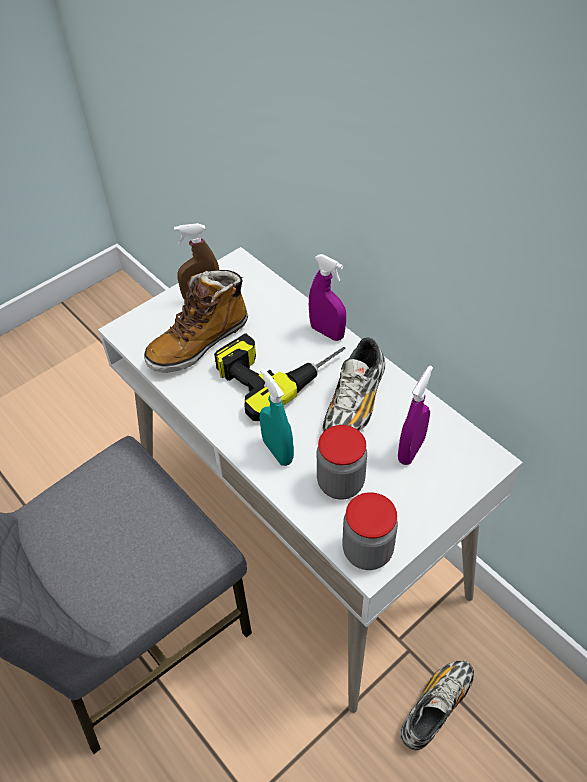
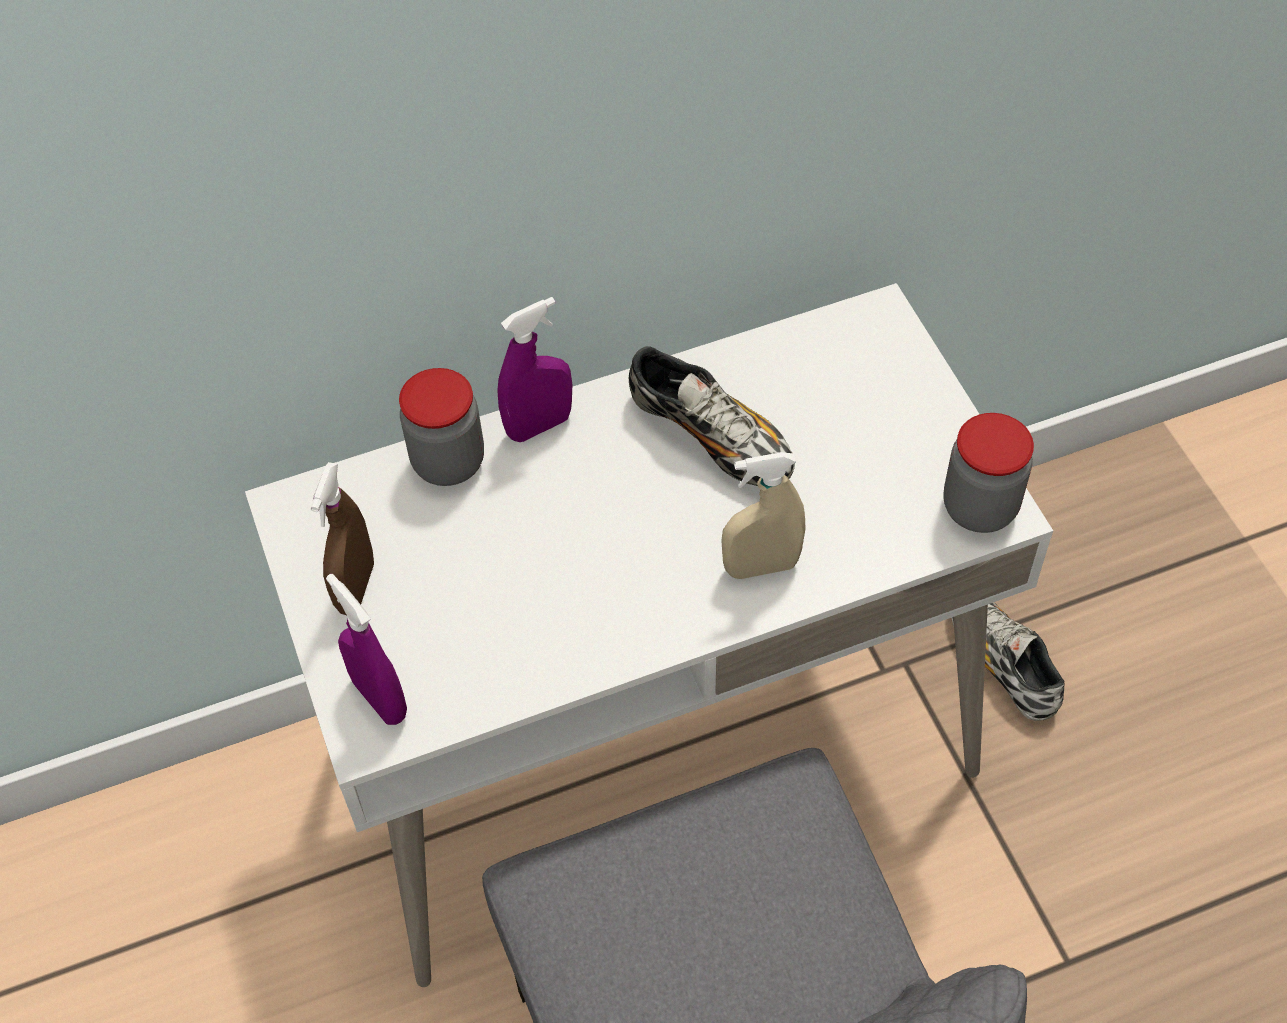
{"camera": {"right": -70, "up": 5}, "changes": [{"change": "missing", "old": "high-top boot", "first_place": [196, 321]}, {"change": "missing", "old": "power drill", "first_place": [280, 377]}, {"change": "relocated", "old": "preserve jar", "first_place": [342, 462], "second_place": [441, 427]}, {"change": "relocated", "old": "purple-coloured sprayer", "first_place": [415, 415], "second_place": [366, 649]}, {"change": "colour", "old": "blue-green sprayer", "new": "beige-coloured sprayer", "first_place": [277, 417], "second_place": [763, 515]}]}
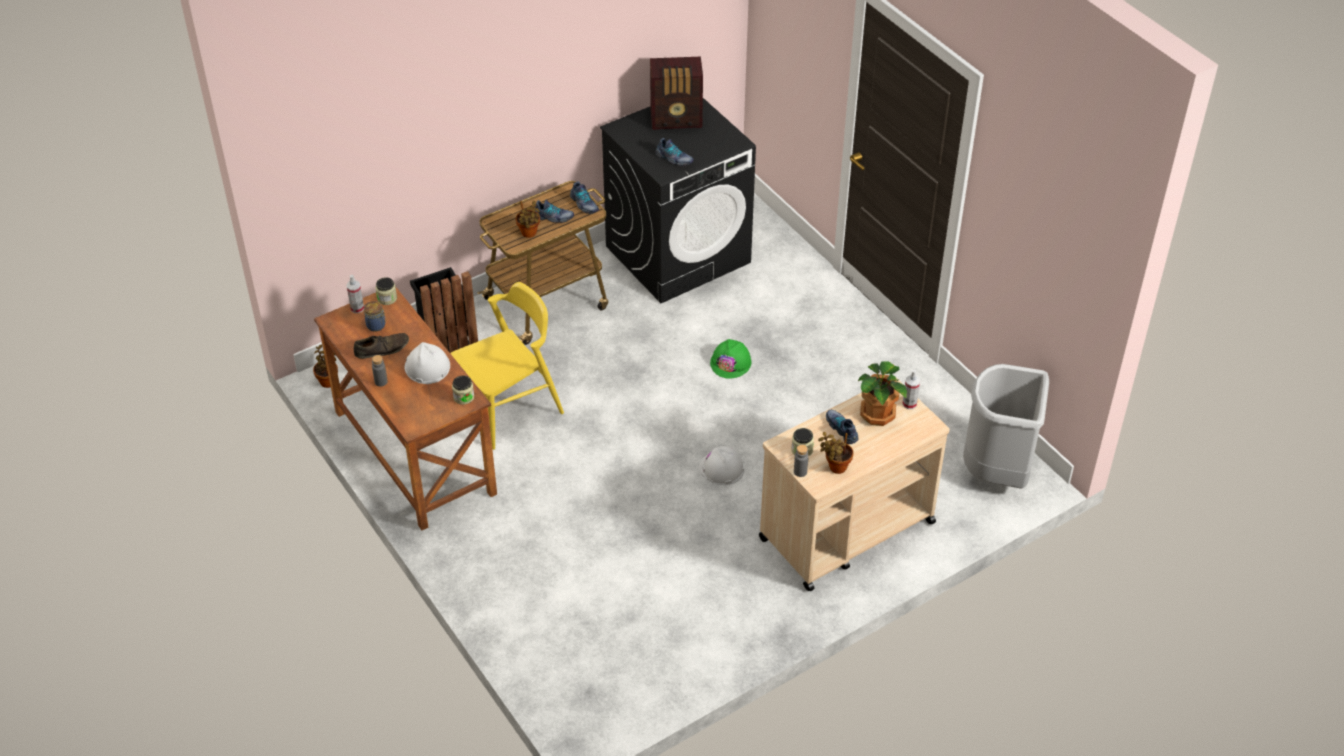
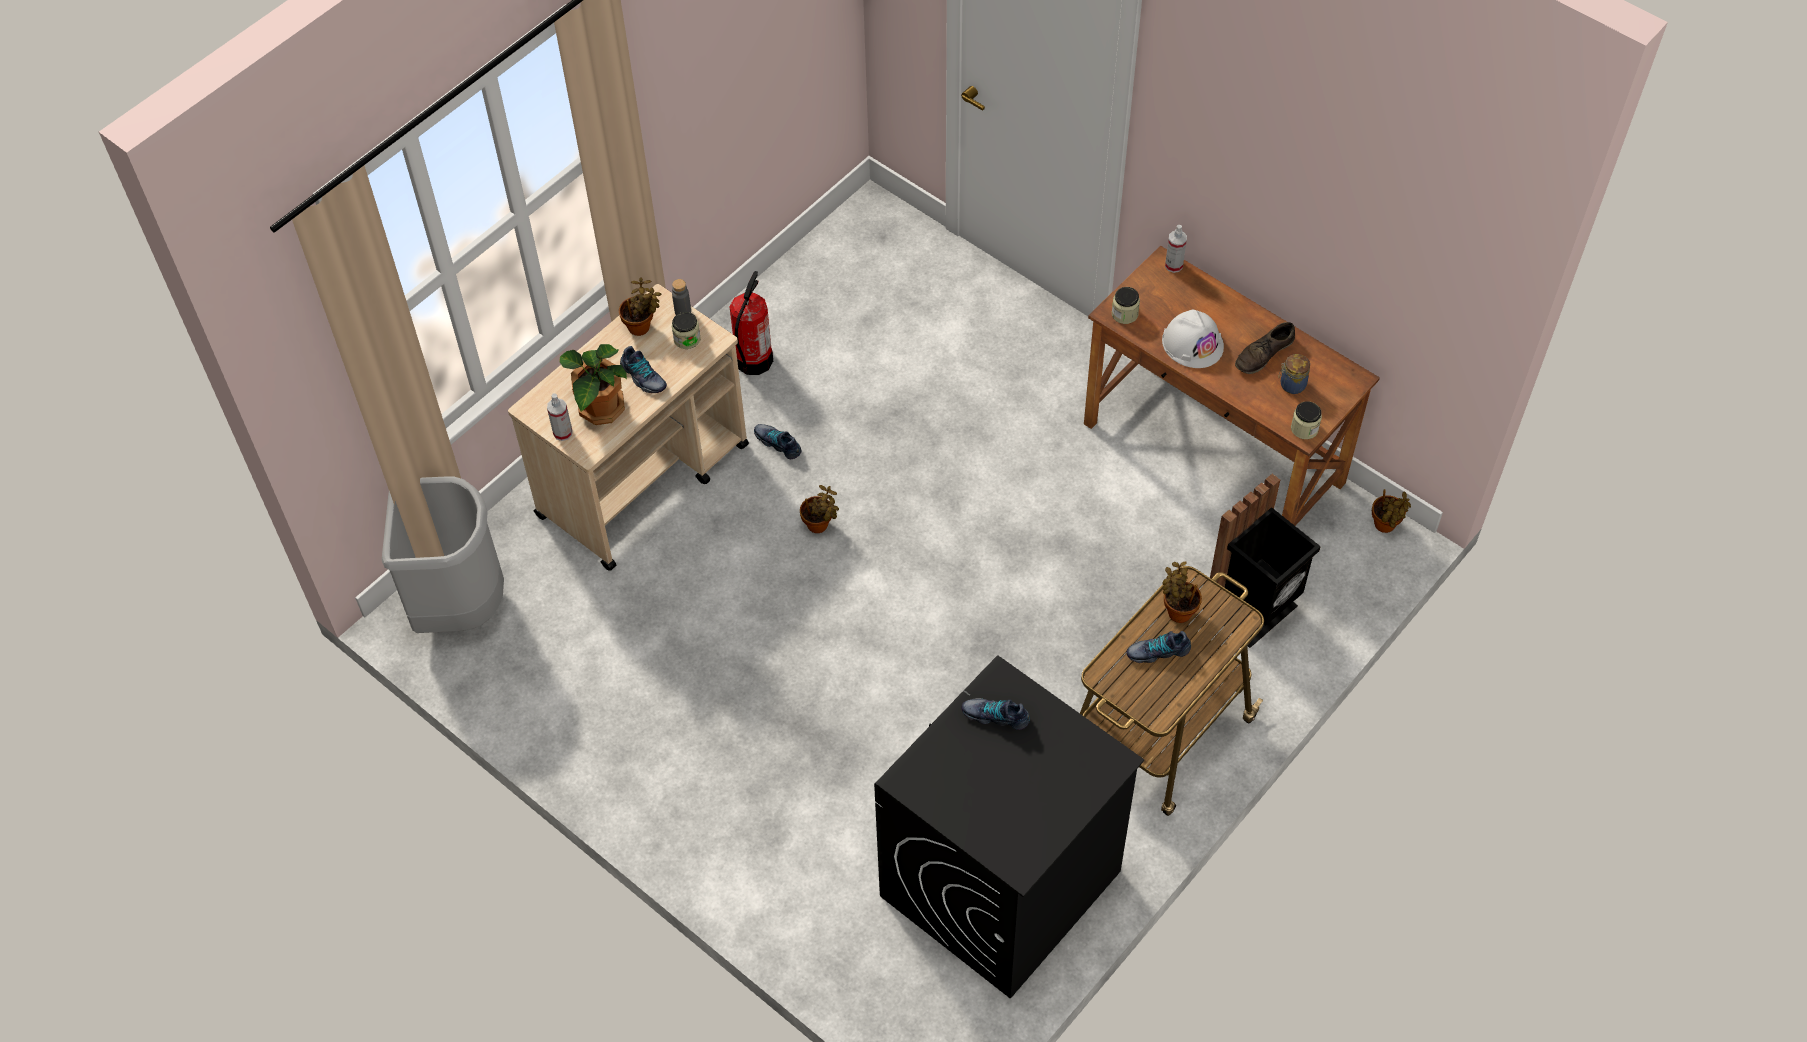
{"camera": {"right": 165, "up": 10}, "changes": [{"change": "missing", "old": "gray drink bottle", "first_place": [380, 371]}, {"change": "missing", "old": "yellow plain chair", "first_place": [507, 366]}, {"change": "missing", "old": "radio set", "first_place": [676, 93]}, {"change": "missing", "old": "greenish safety helmet", "first_place": [730, 359]}, {"change": "appeared", "new": "extinguisher", "second_place": [751, 323]}, {"change": "relocated", "old": "sprayer", "first_place": [355, 294], "second_place": [1176, 249]}, {"change": "relocated", "old": "item of footwear", "first_place": [584, 198], "second_place": [778, 441]}, {"change": "exchanged", "old": "white safety helmet", "new": "houseplant", "first_place": [721, 466], "second_place": [819, 509]}]}
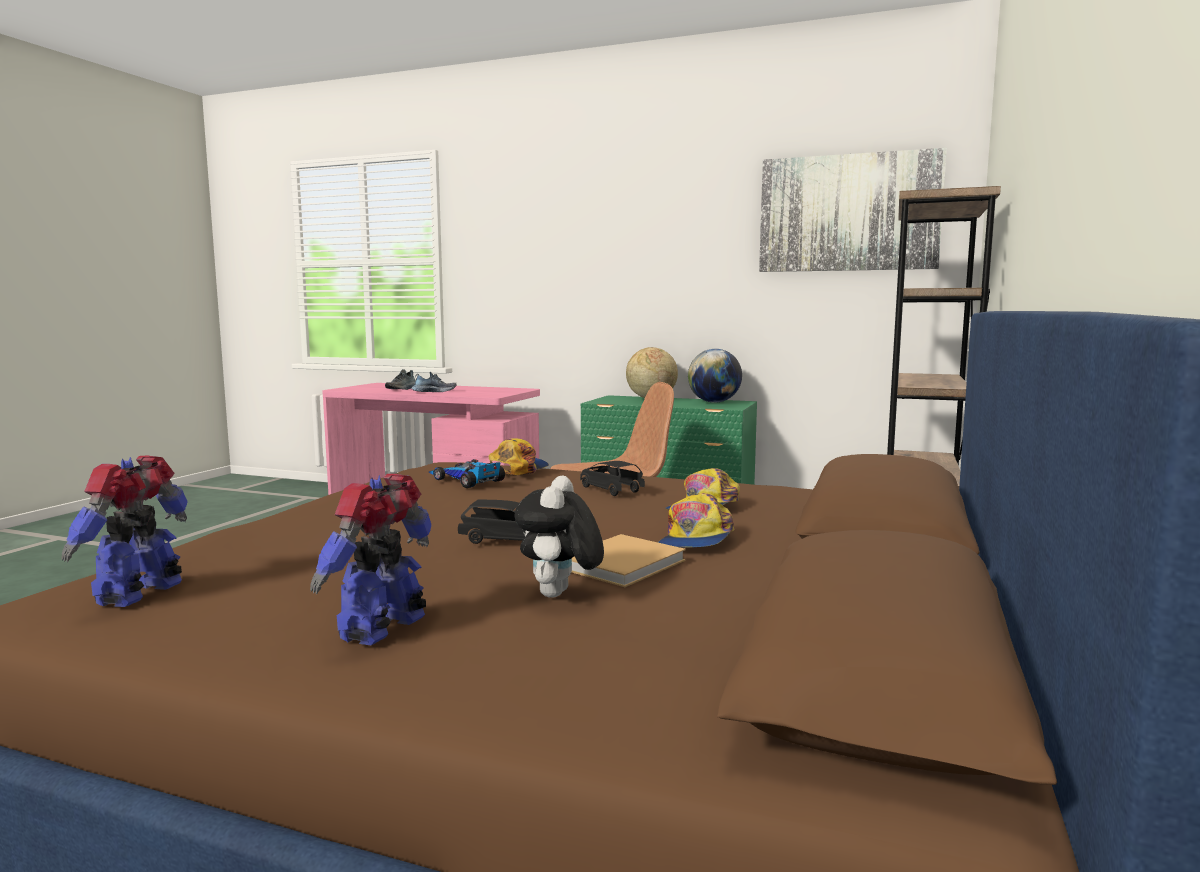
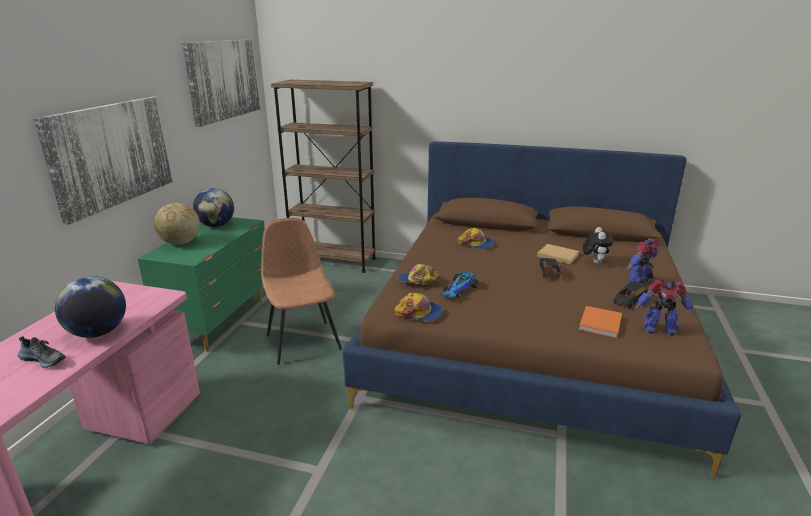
{"camera": {"right": -95, "up": 15}, "changes": [{"change": "appeared", "new": "wall picture", "second_place": [103, 161]}, {"change": "appeared", "new": "orangey book", "second_place": [600, 322]}, {"change": "relocated", "old": "blackish toy car", "first_place": [612, 478], "second_place": [630, 295]}, {"change": "relocated", "old": "cap", "first_place": [696, 520], "second_place": [419, 307]}, {"change": "exchanged", "old": "item of footwear", "new": "desk globe", "first_place": [434, 382], "second_place": [90, 307]}, {"change": "spun", "old": "model robot", "first_place": [370, 559], "second_place": [642, 261], "degrees": 120}, {"change": "spun", "old": "cuddly toy", "first_place": [559, 536], "second_place": [598, 245], "degrees": -90}]}
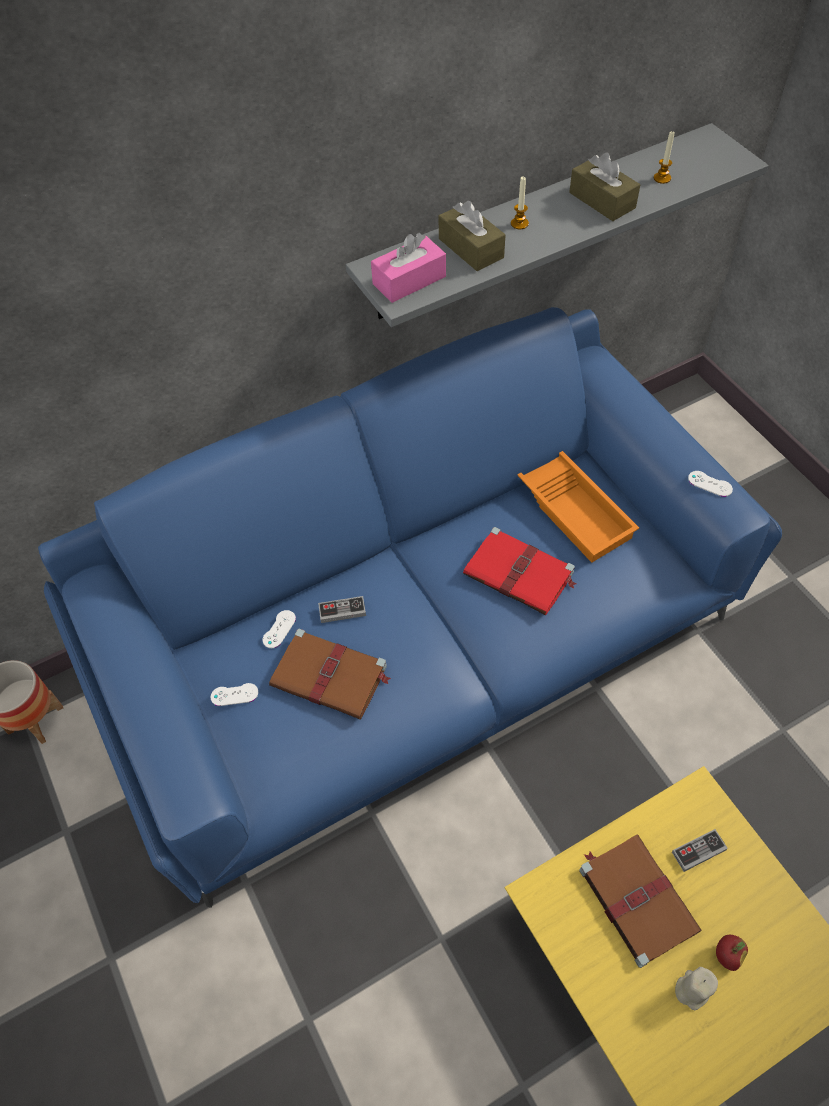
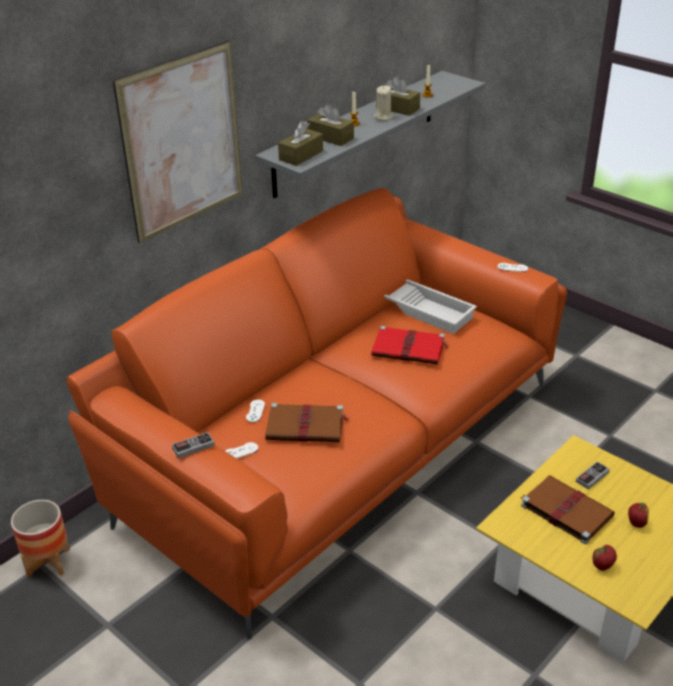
{"camera": {"right": -20, "up": -20}, "changes": [{"change": "appeared", "new": "wall picture", "second_place": [178, 142]}, {"change": "appeared", "new": "apple", "second_place": [605, 558]}, {"change": "relocated", "old": "gamepad", "first_place": [342, 609], "second_place": [193, 445]}, {"change": "relocated", "old": "beige-coloured wax light", "first_place": [696, 988], "second_place": [383, 103]}, {"change": "colour", "old": "bluish sofa", "new": "orangey sofa", "first_place": [410, 607], "second_place": [316, 413]}, {"change": "colour", "old": "pinkish box of tissues", "new": "brownish box of tissues", "first_place": [408, 268], "second_place": [300, 143]}, {"change": "colour", "old": "orangey serving tray", "new": "white serving tray", "first_place": [578, 507], "second_place": [430, 306]}]}
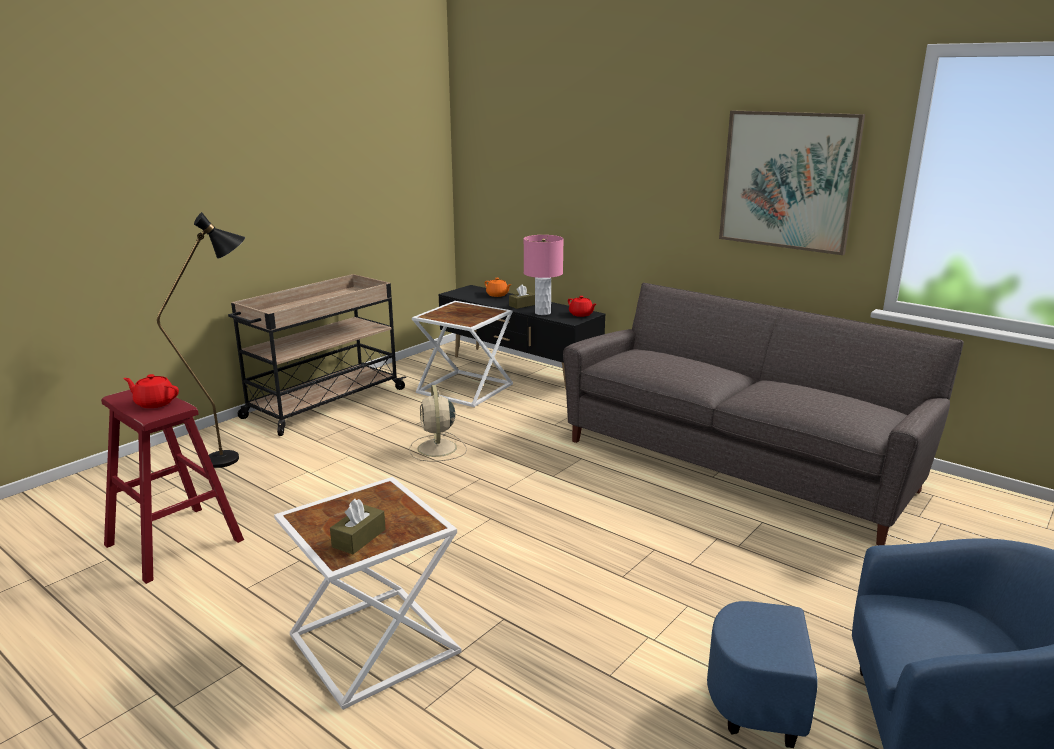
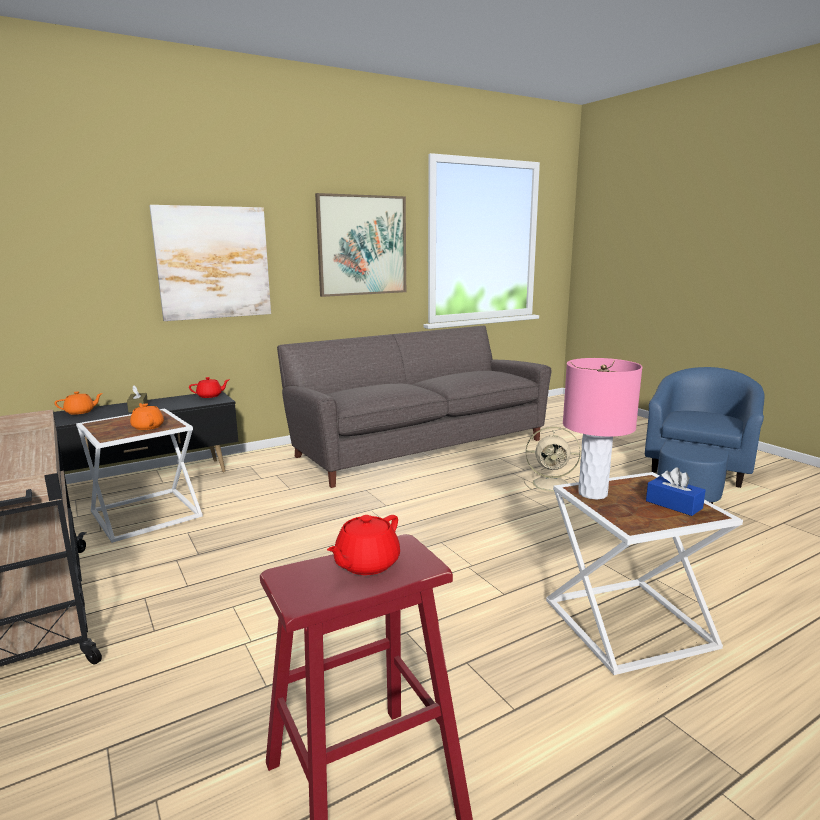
{"camera": {"right": -70, "up": -5}, "changes": [{"change": "missing", "old": "blackish standard lamp", "first_place": [201, 340]}, {"change": "appeared", "new": "orangey pot for tea", "second_place": [147, 416]}, {"change": "appeared", "new": "wall picture", "second_place": [210, 263]}, {"change": "relocated", "old": "beige-coloured electric fan", "first_place": [438, 423], "second_place": [552, 460]}, {"change": "relocated", "old": "pinkish table lamp", "first_place": [544, 275], "second_place": [602, 429]}, {"change": "colour", "old": "brownish box of tissues", "new": "bluish box of tissues", "first_place": [358, 526], "second_place": [676, 492]}]}
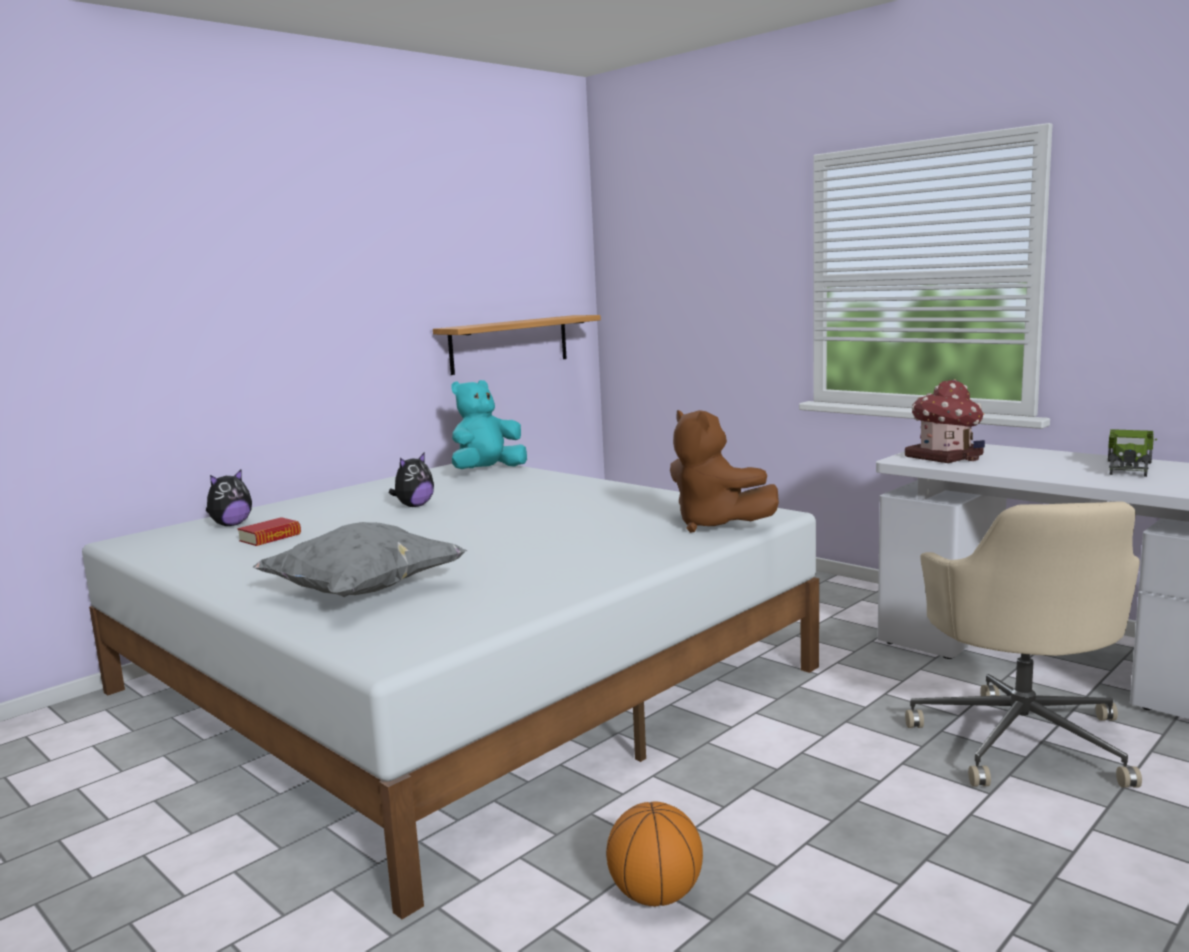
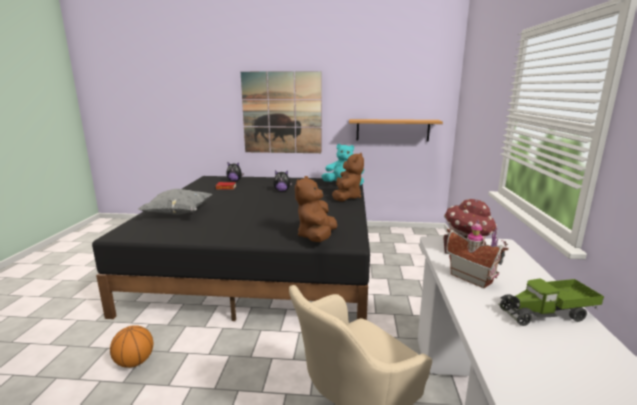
{"camera": {"right": 50, "up": 5}, "changes": [{"change": "appeared", "new": "wall picture", "second_place": [281, 112]}, {"change": "appeared", "new": "brownish cuddly toy", "second_place": [348, 177]}, {"change": "appeared", "new": "model house", "second_place": [477, 254]}, {"change": "colour", "old": "white bedroom bed", "new": "blackish bedroom bed", "first_place": [450, 690], "second_place": [231, 248]}]}
